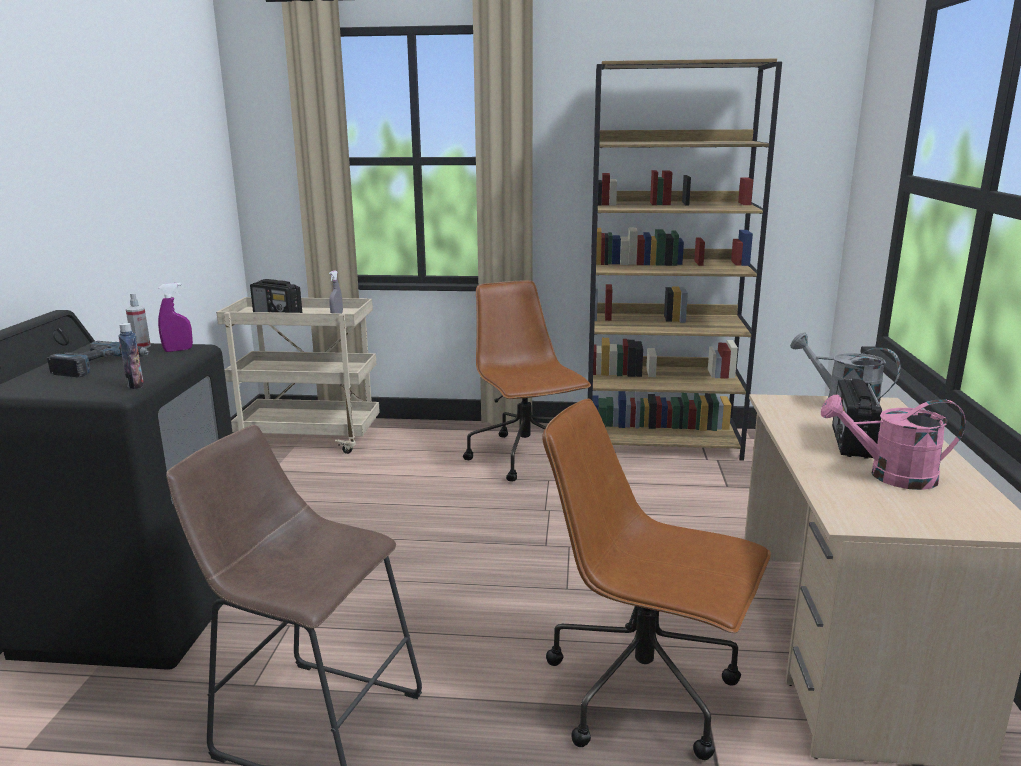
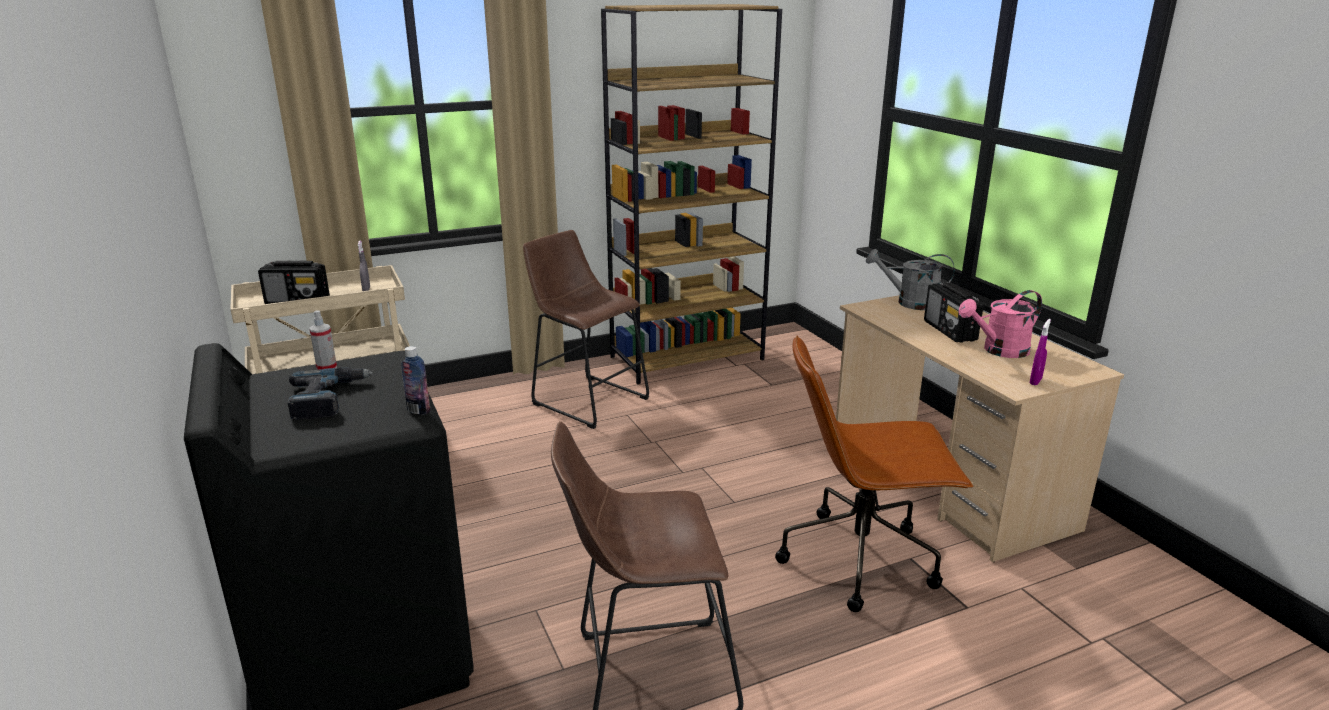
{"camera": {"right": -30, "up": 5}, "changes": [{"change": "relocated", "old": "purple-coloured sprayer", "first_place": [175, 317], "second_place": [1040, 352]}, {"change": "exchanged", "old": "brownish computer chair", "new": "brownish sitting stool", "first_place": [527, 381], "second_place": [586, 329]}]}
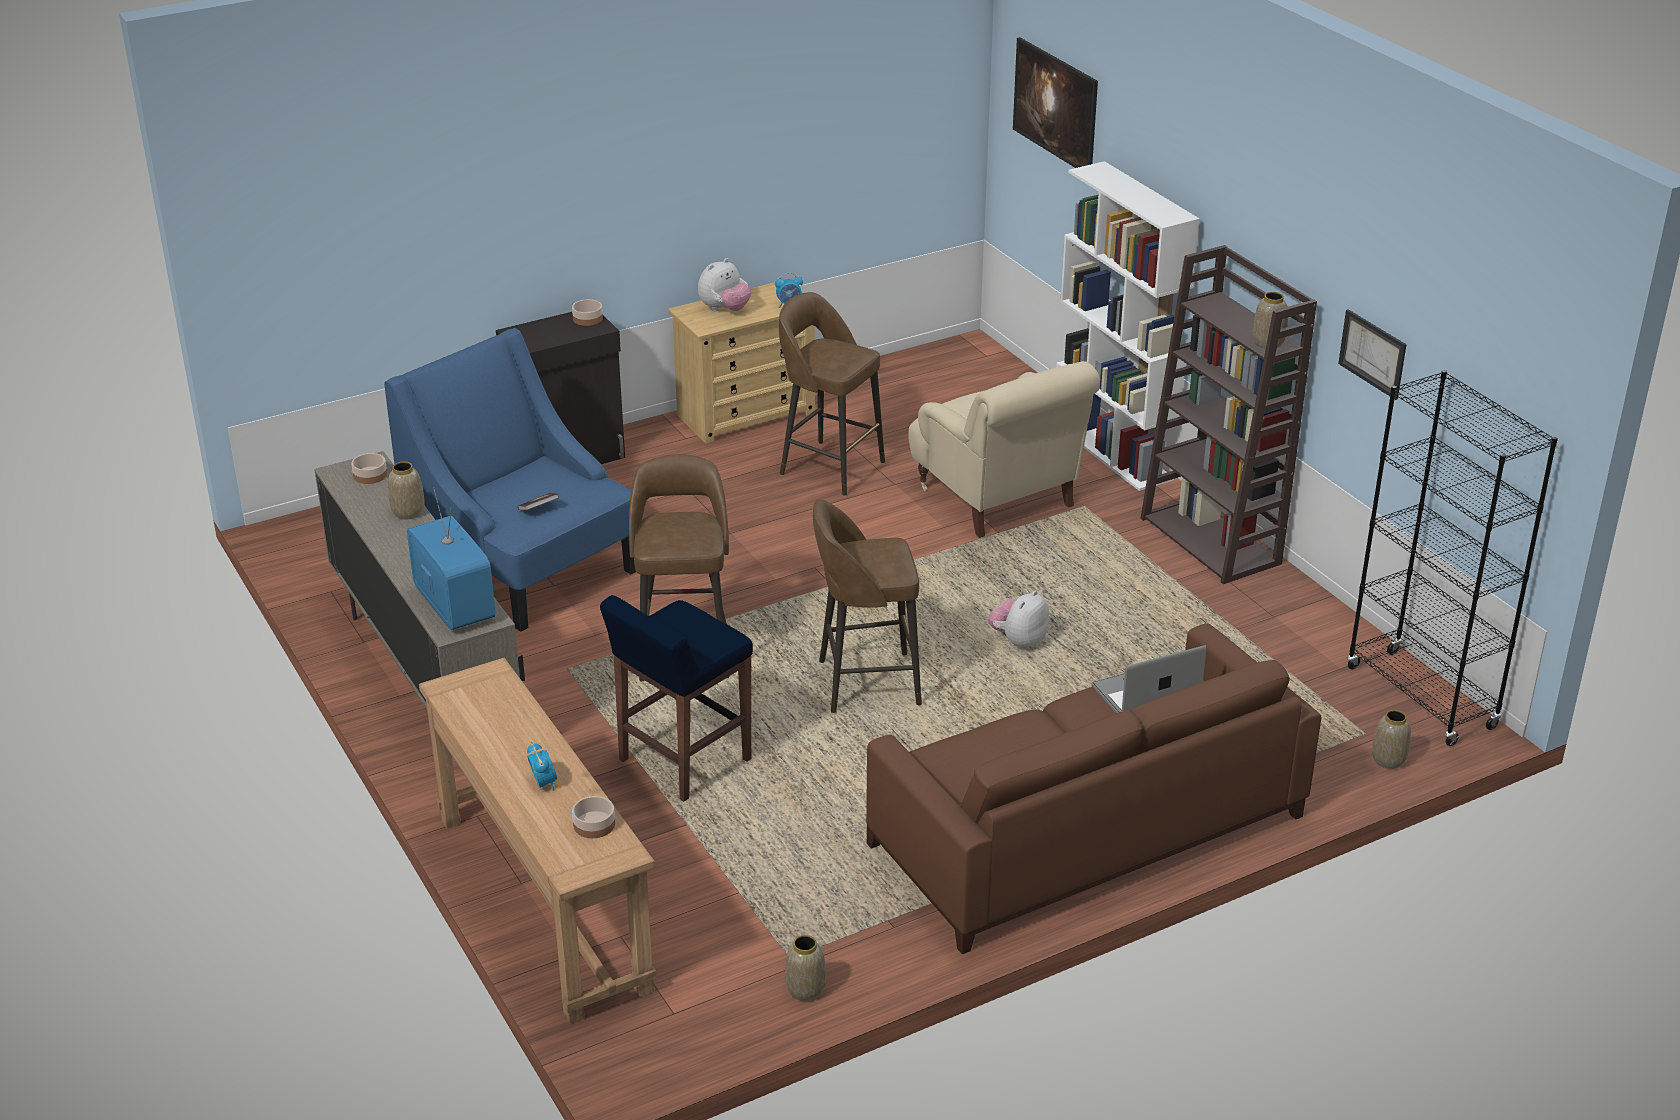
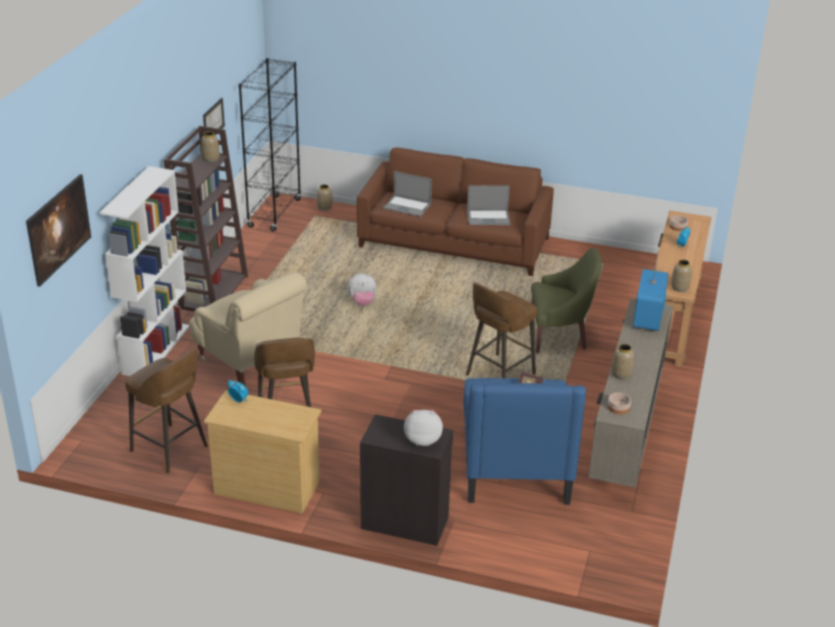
{"camera": {"right": -135, "up": 0}, "changes": [{"change": "missing", "old": "deep dish", "first_place": [587, 312]}, {"change": "appeared", "new": "notebook computer", "second_place": [488, 205]}, {"change": "relocated", "old": "cuddly toy", "first_place": [725, 284], "second_place": [423, 428]}, {"change": "relocated", "old": "decorative vase", "first_place": [805, 968], "second_place": [681, 276]}, {"change": "relocated", "old": "brownish sitting stool", "first_place": [867, 606], "second_place": [166, 411]}, {"change": "exchanged", "old": "bluish sitting stool", "new": "greenish easy chair", "first_place": [676, 698], "second_place": [566, 300]}, {"change": "spun", "old": "beige-coloured easy chair", "first_place": [1004, 449], "second_place": [248, 329], "degrees": 120}]}
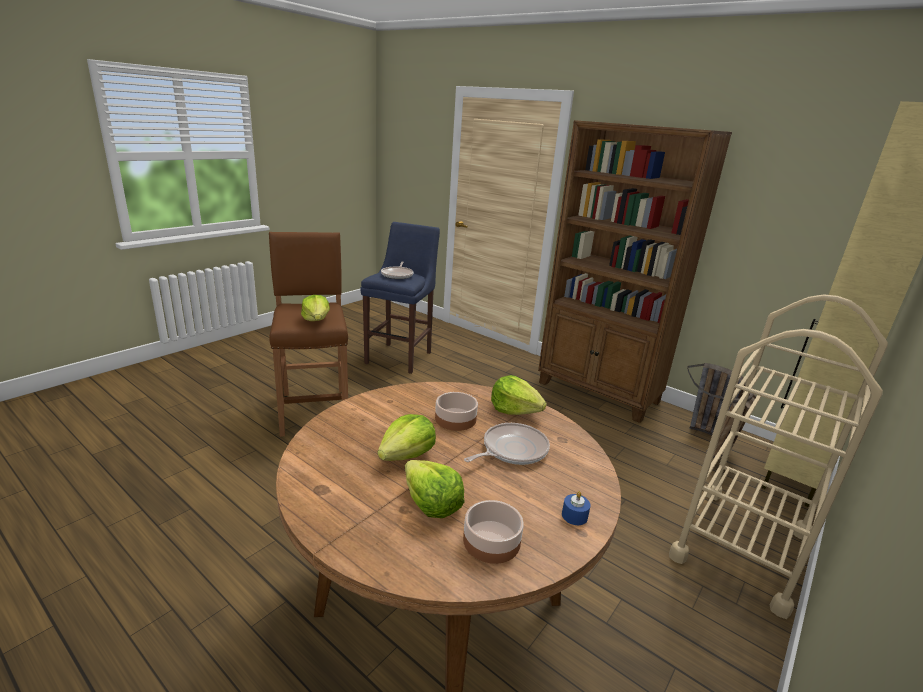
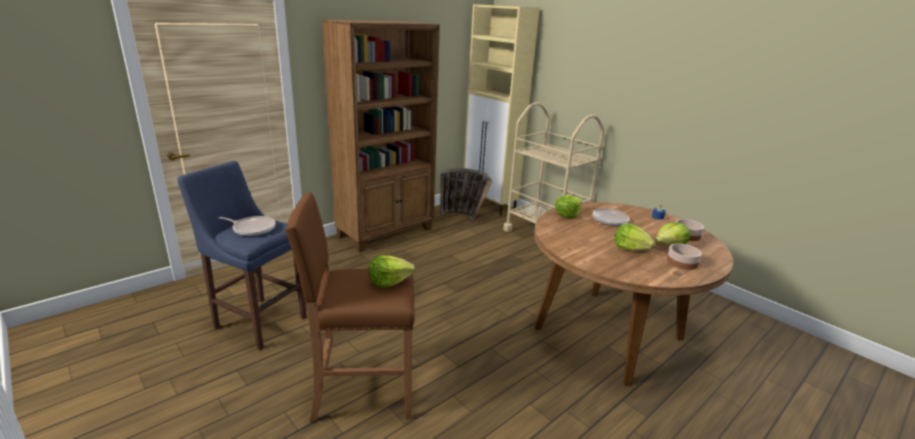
{"camera": {"right": -80, "up": 0}, "changes": [{"change": "relocated", "old": "deep dish", "first_place": [456, 411], "second_place": [684, 256]}]}
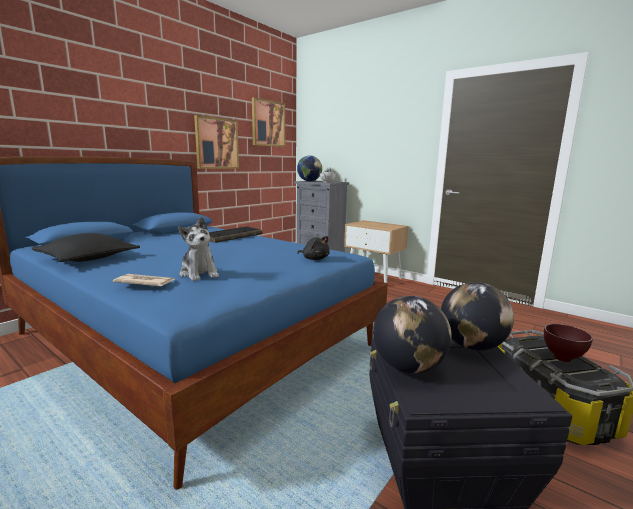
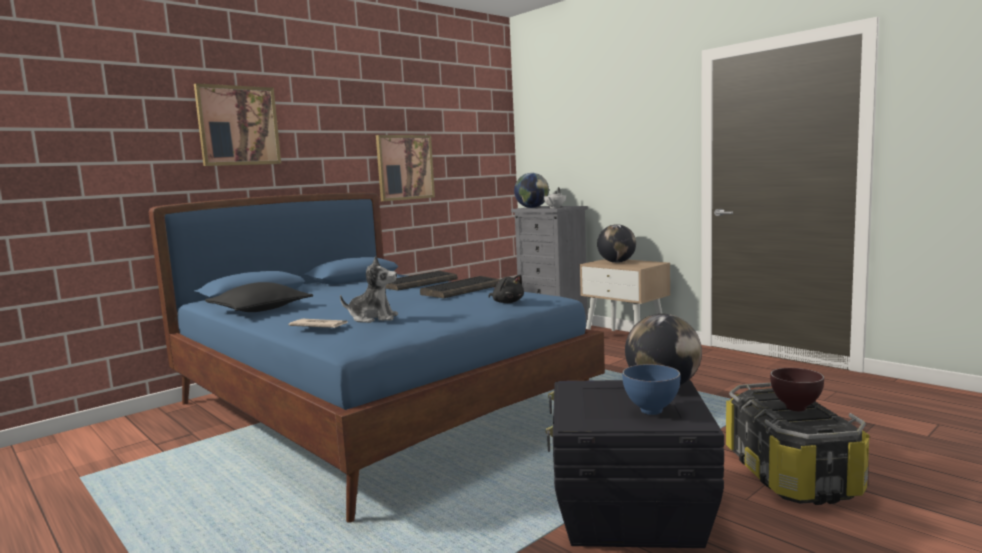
{"camera": {"right": 10, "up": -5}, "changes": [{"change": "appeared", "new": "computer keyboard", "second_place": [460, 287]}, {"change": "appeared", "new": "bluish deep dish", "second_place": [651, 389]}, {"change": "relocated", "old": "wall picture", "first_place": [268, 122], "second_place": [237, 124]}, {"change": "relocated", "old": "desk globe", "first_place": [412, 334], "second_place": [616, 243]}, {"change": "spun", "old": "cuddly toy", "first_place": [198, 249], "second_place": [369, 289], "degrees": -60}]}
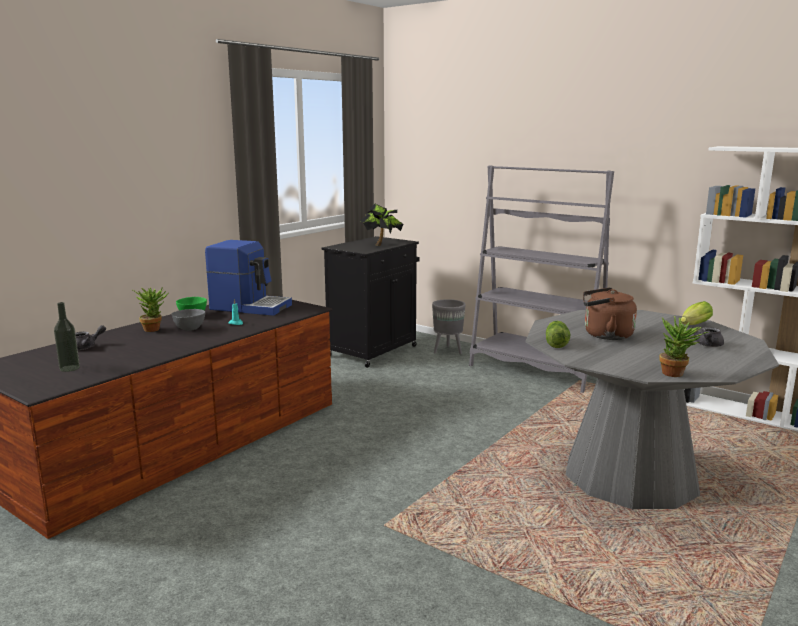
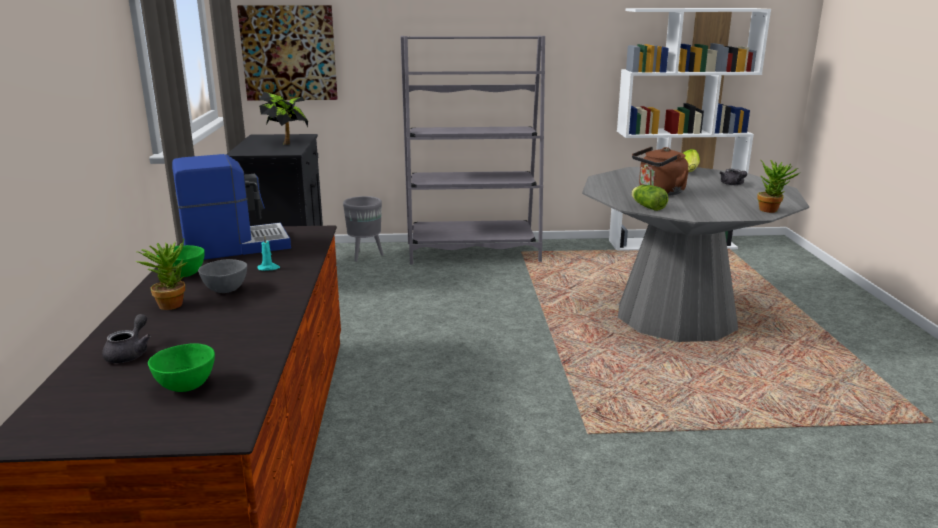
{"camera": {"right": -40, "up": 5}, "changes": [{"change": "appeared", "new": "wall picture", "second_place": [287, 53]}, {"change": "exchanged", "old": "drink bottle", "new": "greenish deep dish", "first_place": [67, 337], "second_place": [181, 367]}]}
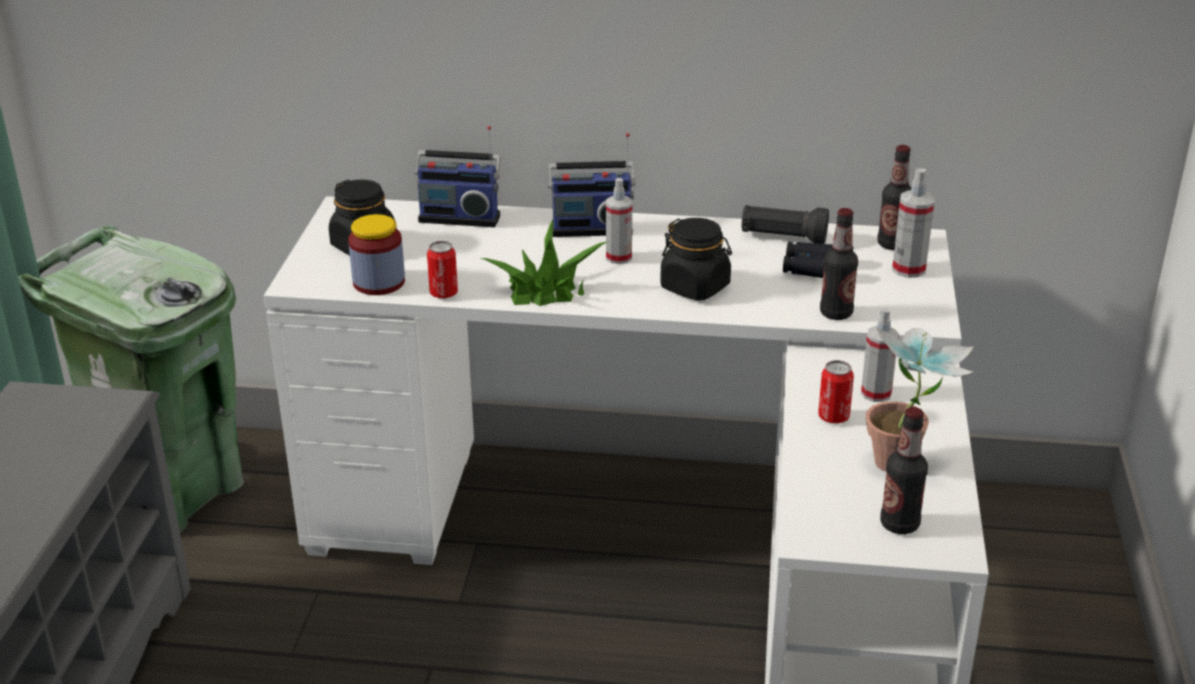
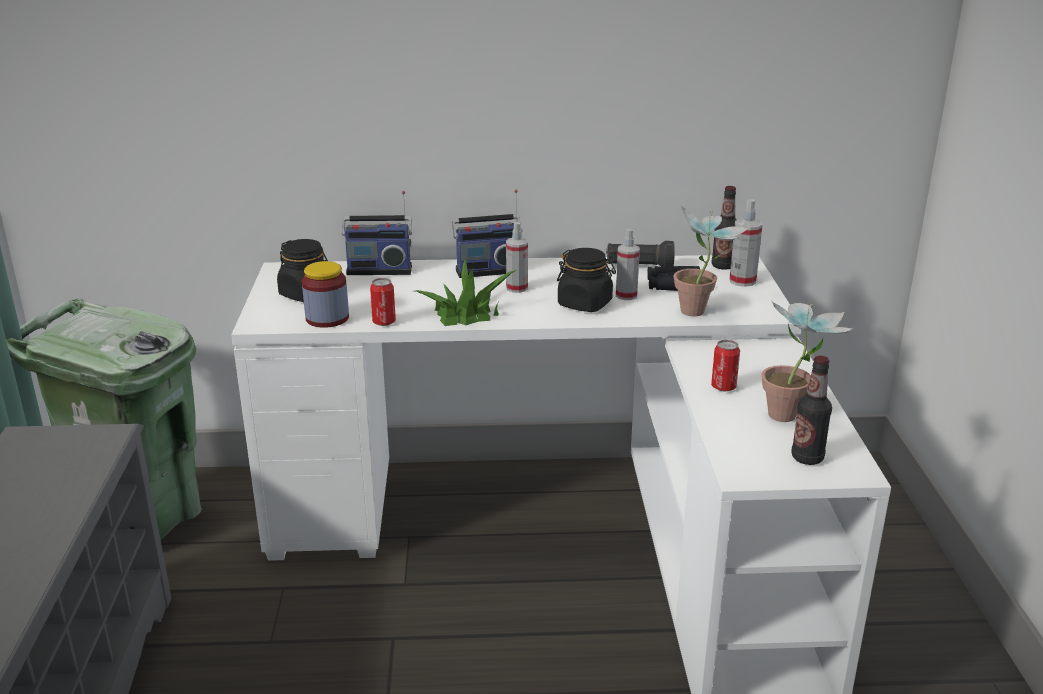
{"camera": {"right": -10, "up": -5}, "changes": [{"change": "relocated", "old": "sprayer", "first_place": [880, 355], "second_place": [628, 264]}, {"change": "exchanged", "old": "drink bottle", "new": "houseplant", "first_place": [839, 264], "second_place": [711, 261]}]}
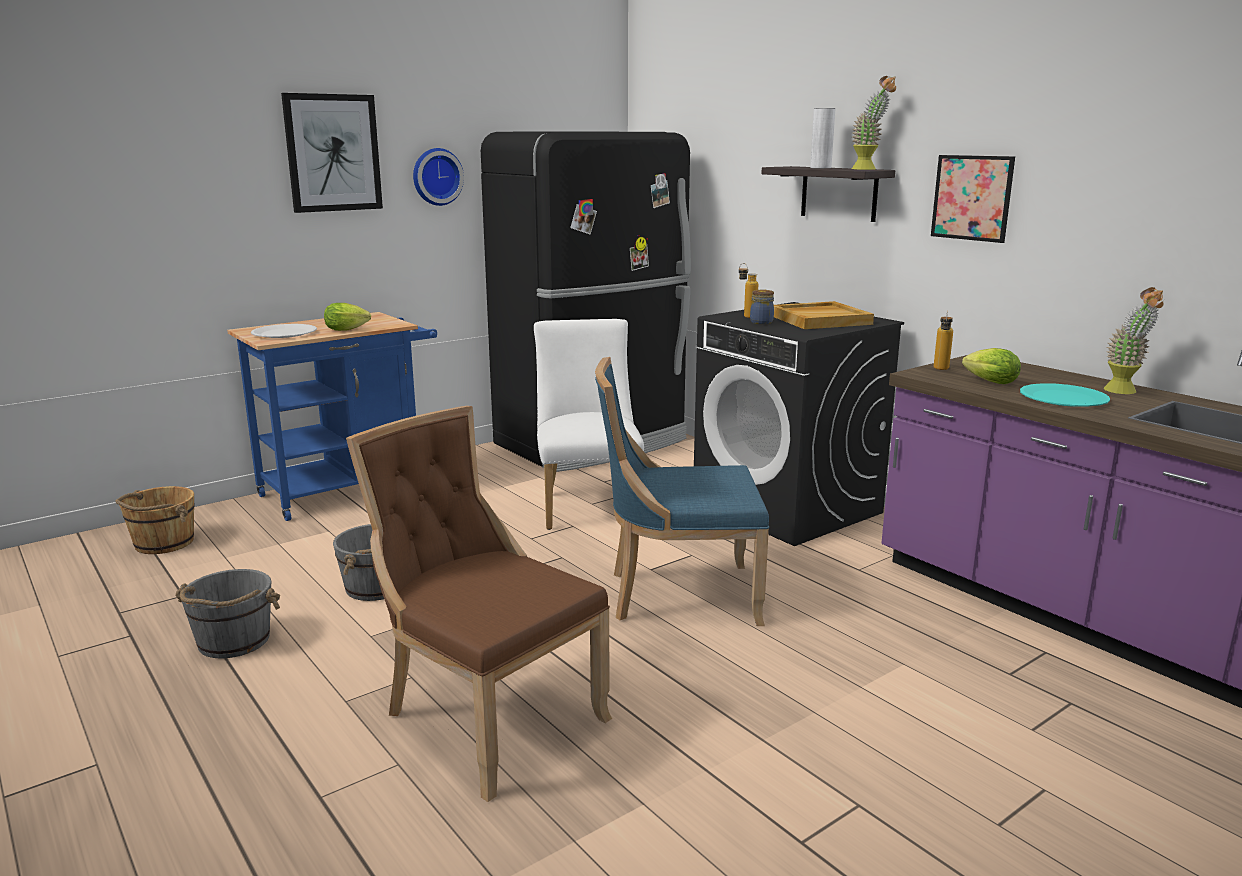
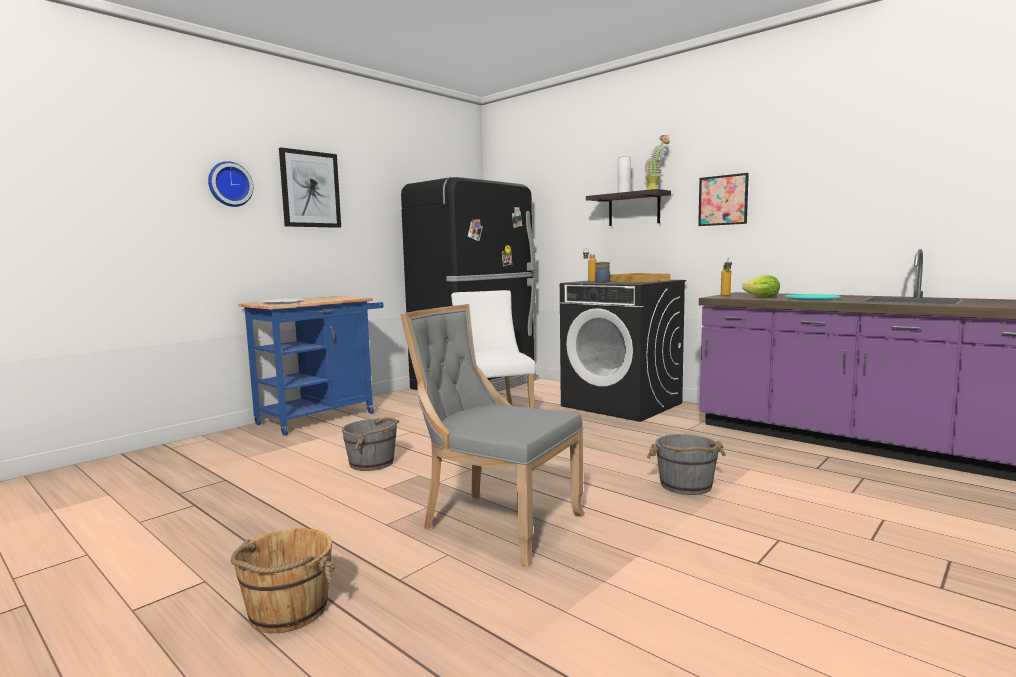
{"camera": {"right": -10, "up": -10}, "changes": [{"change": "missing", "old": "lettuce head", "first_place": [347, 317]}, {"change": "missing", "old": "bluish plain chair", "first_place": [682, 491]}, {"change": "missing", "old": "houseplant", "first_place": [1133, 340]}, {"change": "relocated", "old": "brownish water bucket", "first_place": [154, 520], "second_place": [282, 580]}, {"change": "relocated", "old": "gray water bucket", "first_place": [227, 613], "second_place": [686, 464]}, {"change": "relocated", "old": "wall clock", "first_place": [438, 177], "second_place": [230, 184]}, {"change": "colour", "old": "brownish plain chair", "new": "gray plain chair", "first_place": [479, 604], "second_place": [492, 435]}]}
